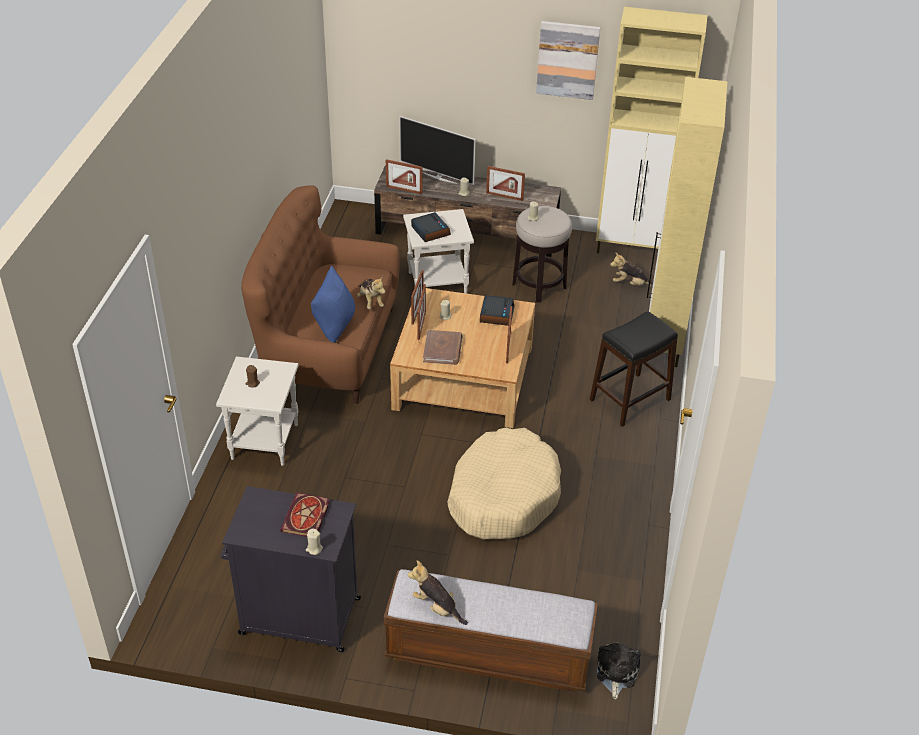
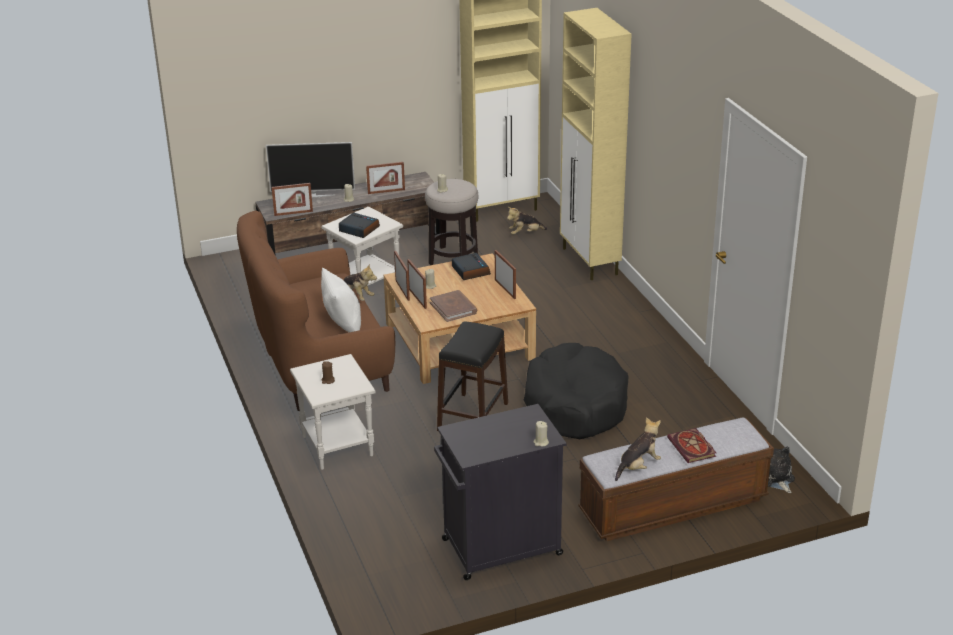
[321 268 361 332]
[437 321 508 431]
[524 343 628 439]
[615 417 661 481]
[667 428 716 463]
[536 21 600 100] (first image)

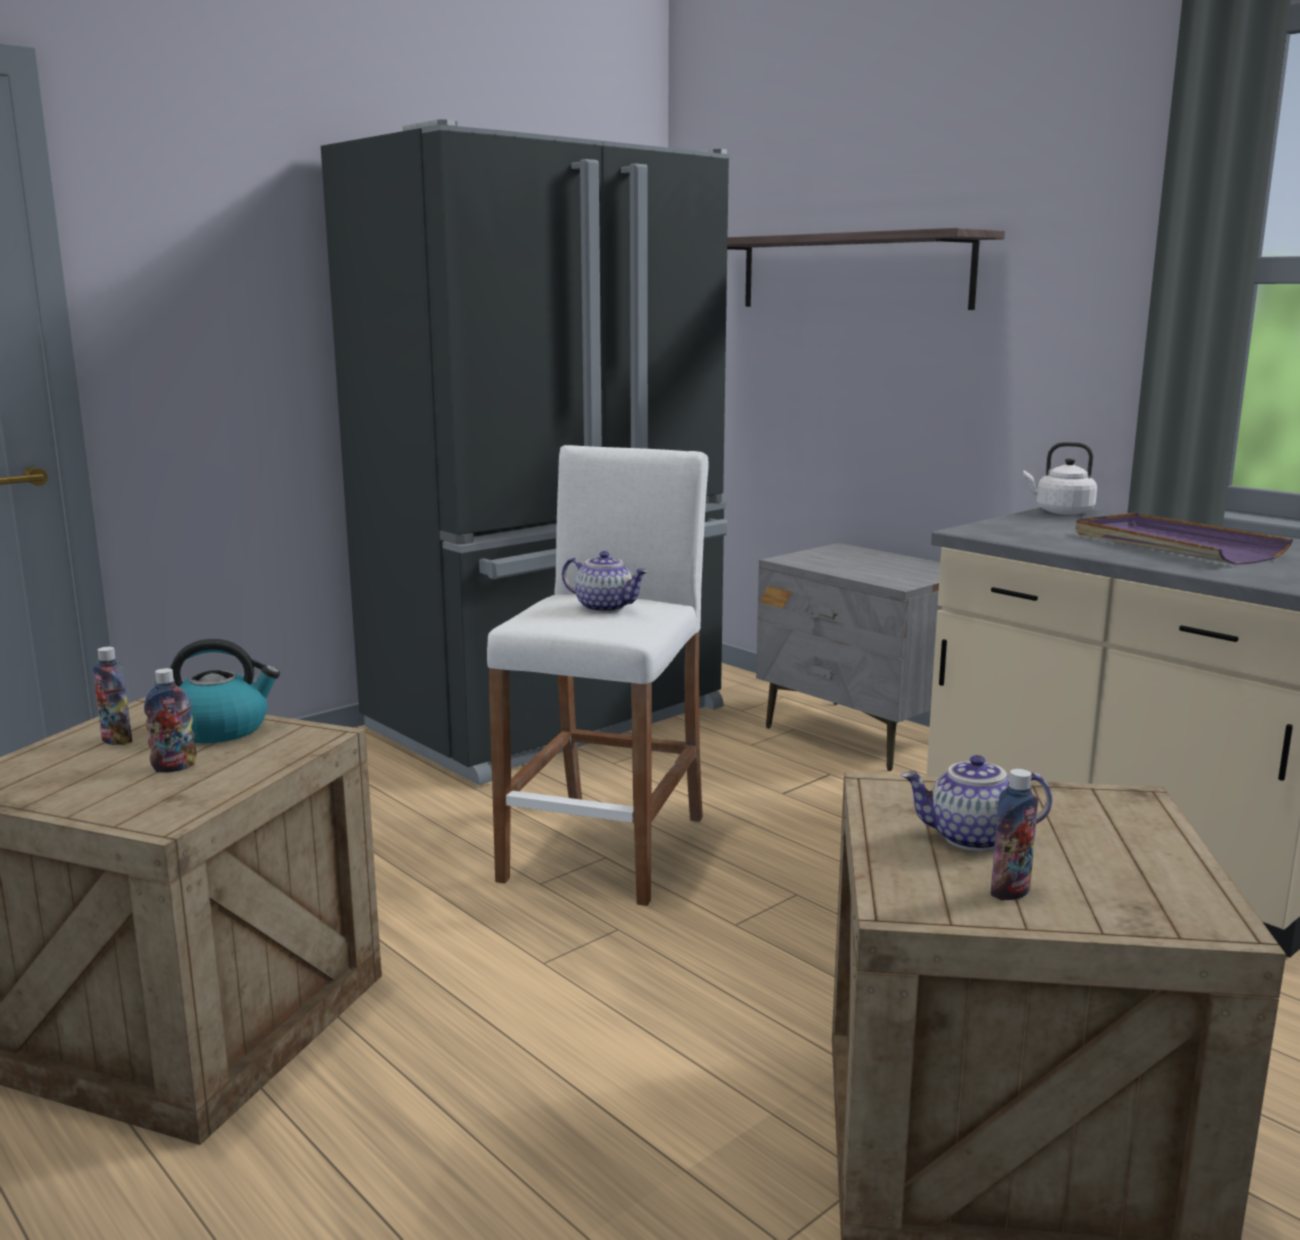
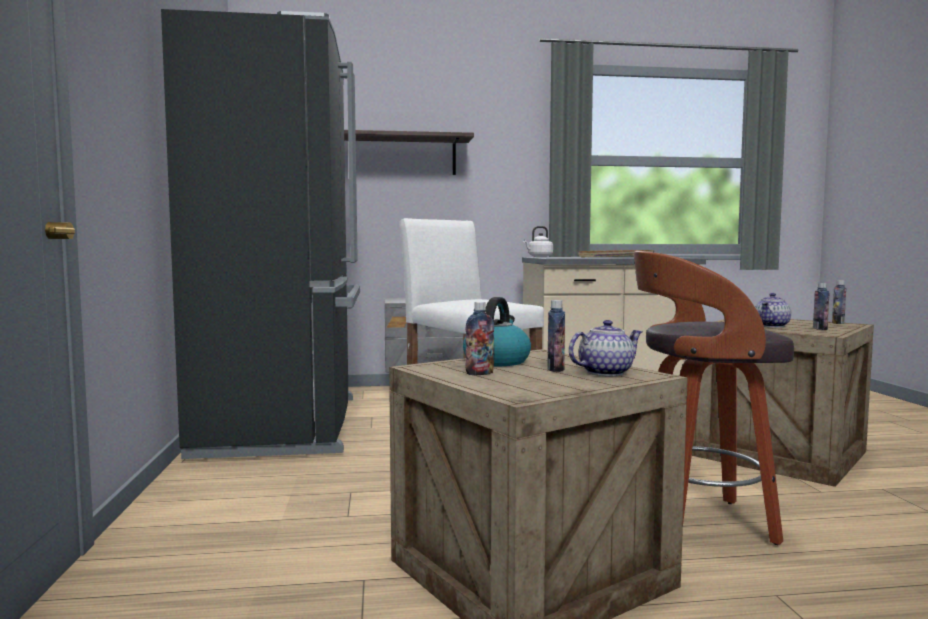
[569 320 642 376]
[634 251 794 545]
[832 280 846 324]

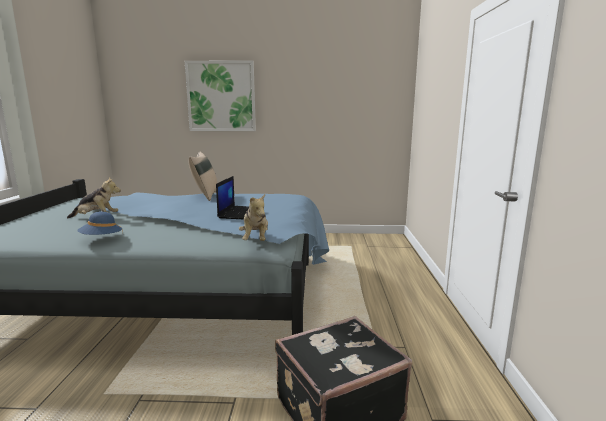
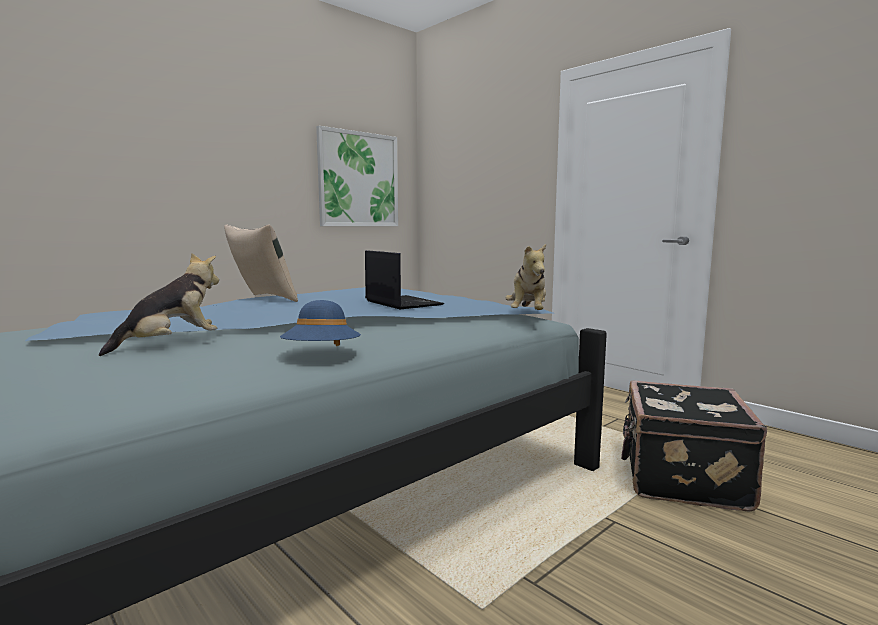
[316 126 398 226]
[505 244 546 310]

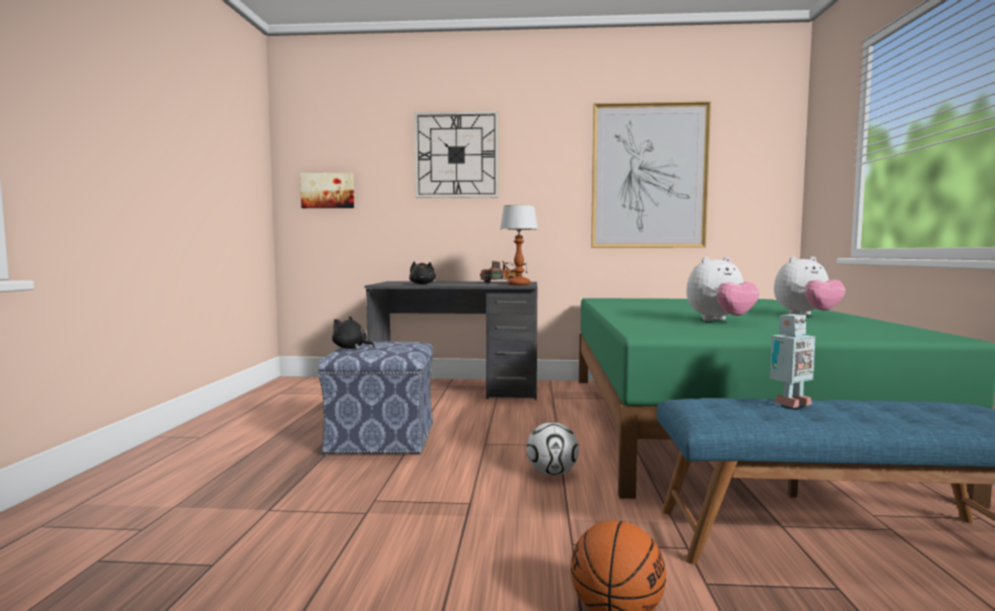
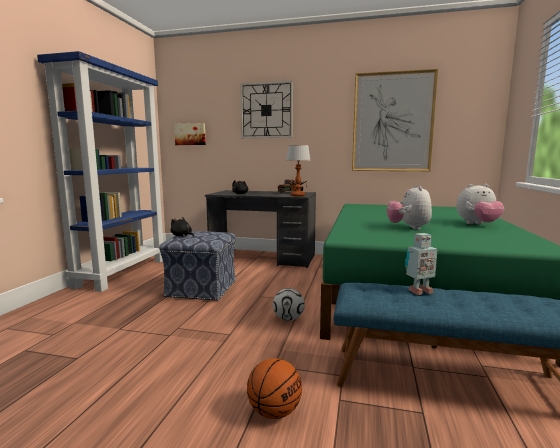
[37 51 163 292]
[387 185 432 230]

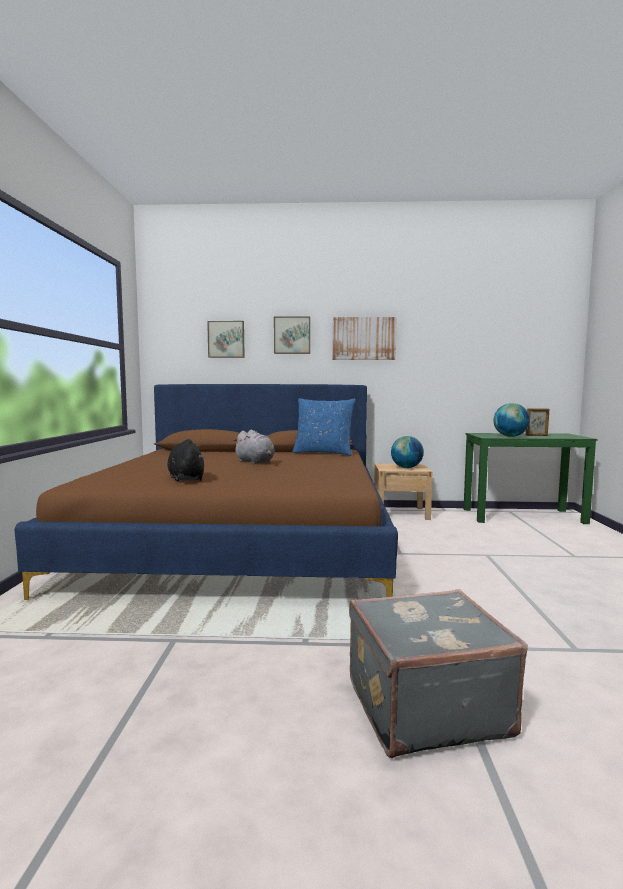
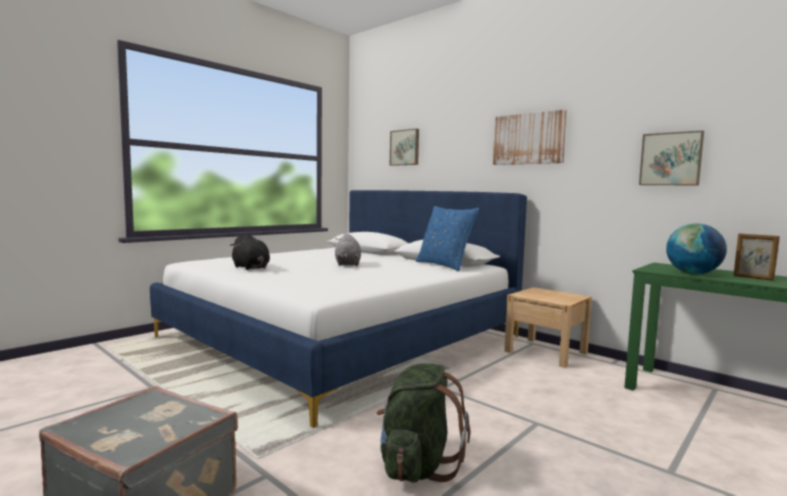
[150 190 527 428]
[230 234 270 270]
[376 363 470 483]
[639 131 704 185]
[391 436 424 468] (first image)

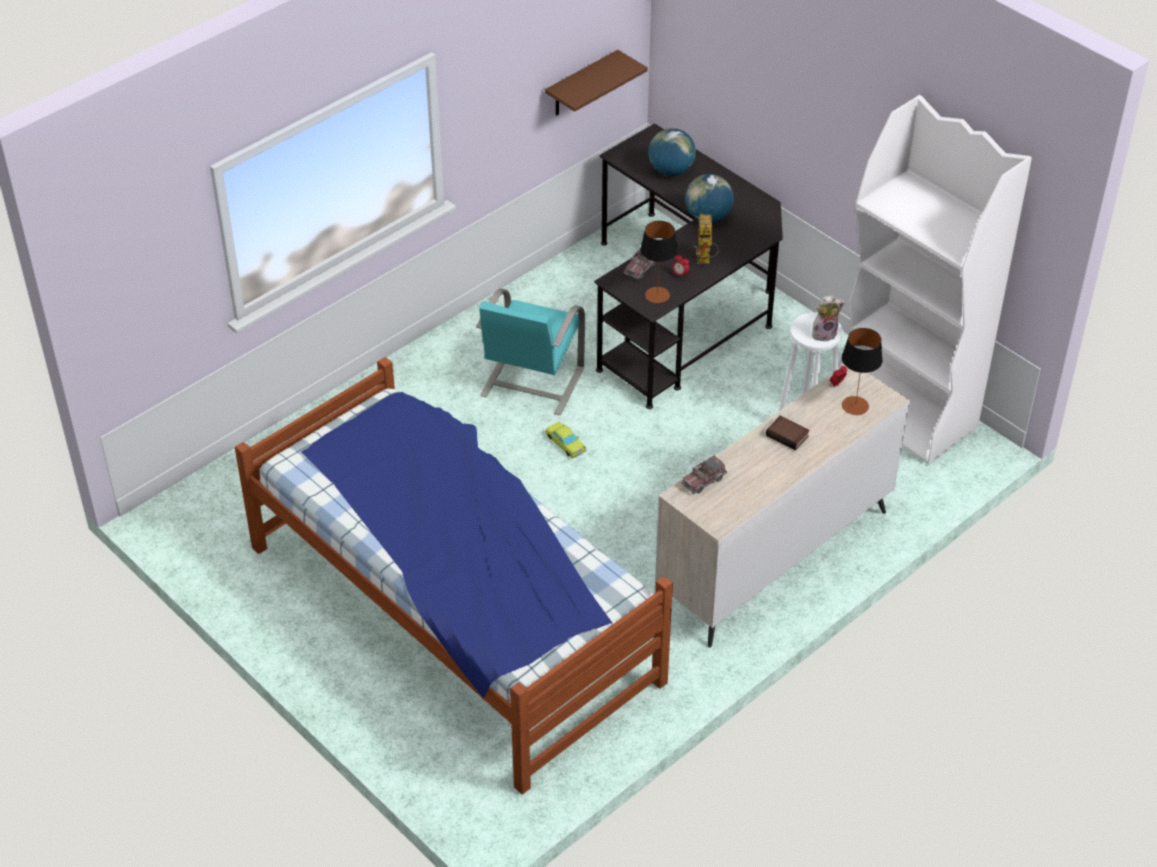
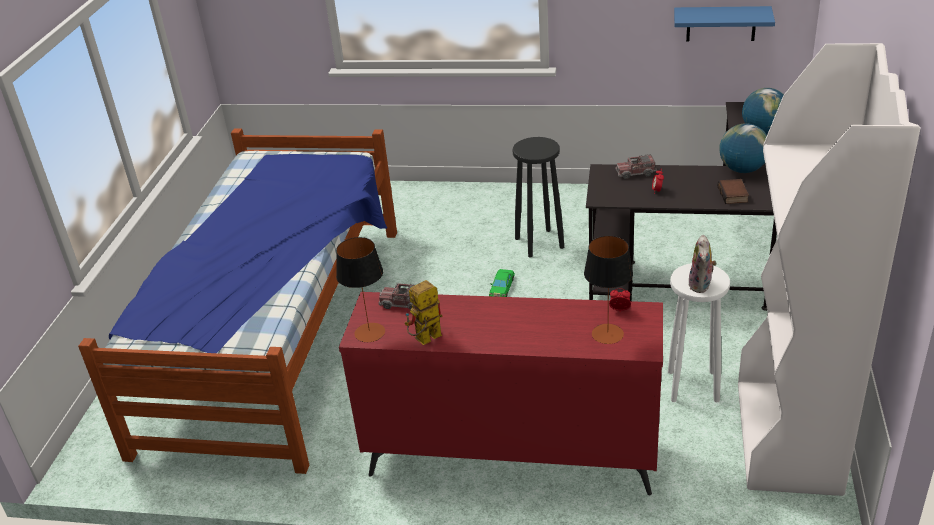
[336 237 385 342]
[339 292 663 495]
[405 280 443 345]
[489 269 515 297]
[513 137 564 257]
[674 6 775 42]
[688 235 717 293]
[717 179 749 204]

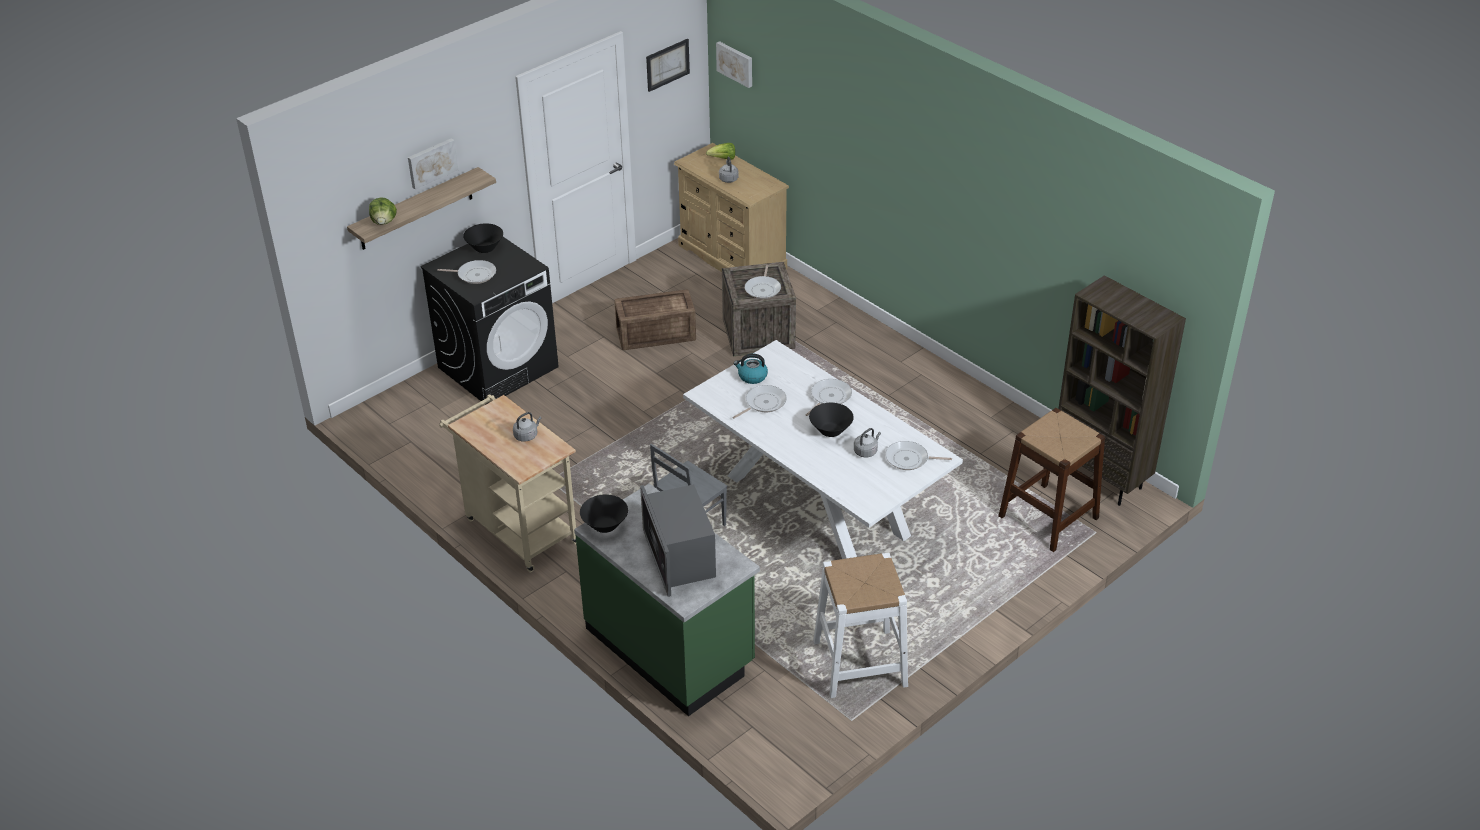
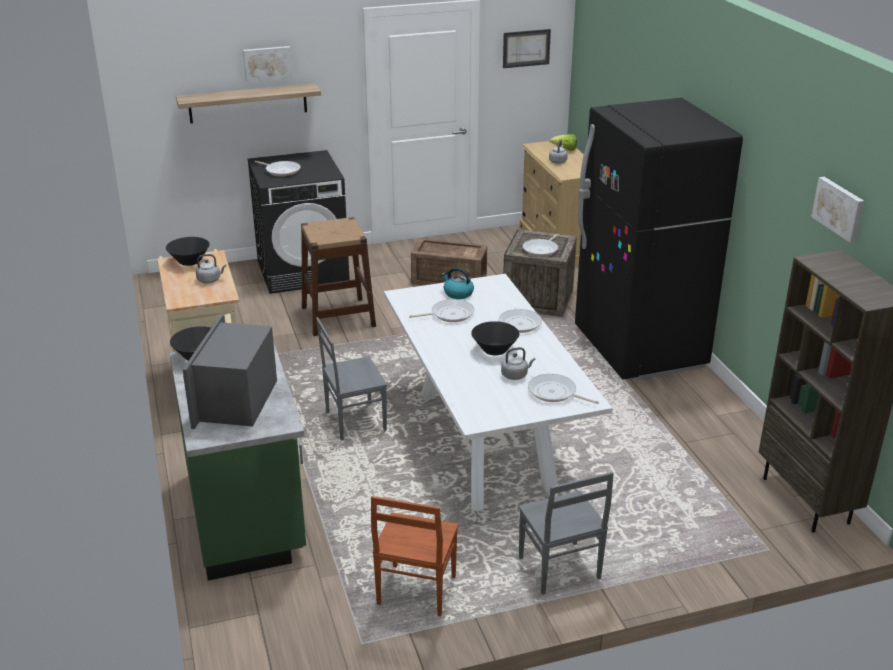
[166 237 210 266]
[301 217 376 336]
[371 496 458 616]
[519 472 614 595]
[575 98 743 379]
[811 177 864 243]
[369 198 397 225] (first image)

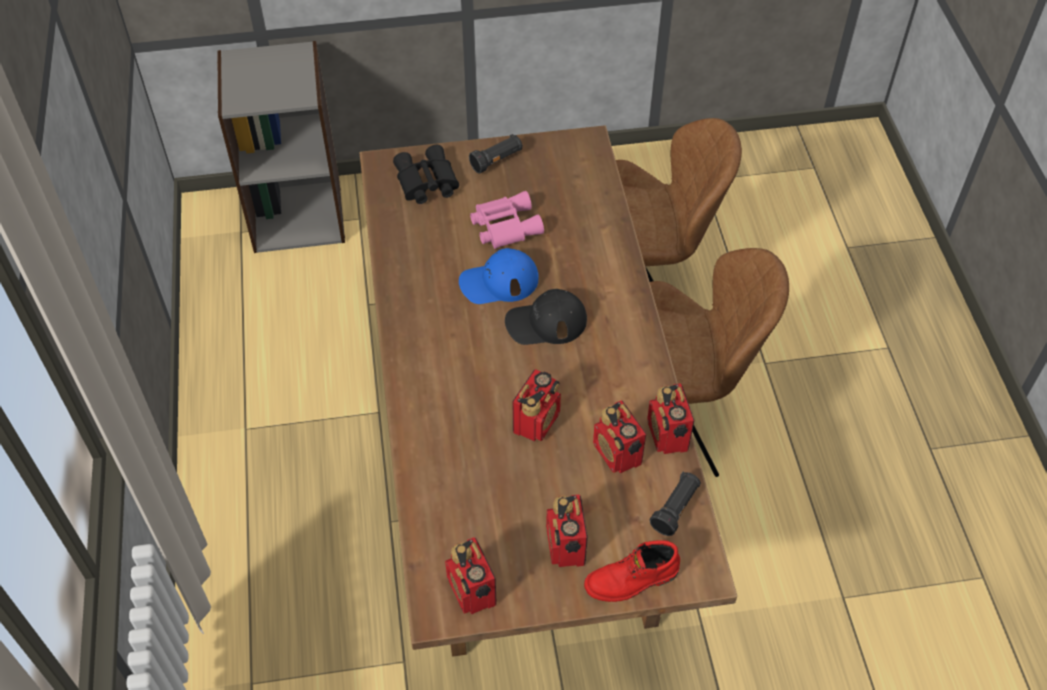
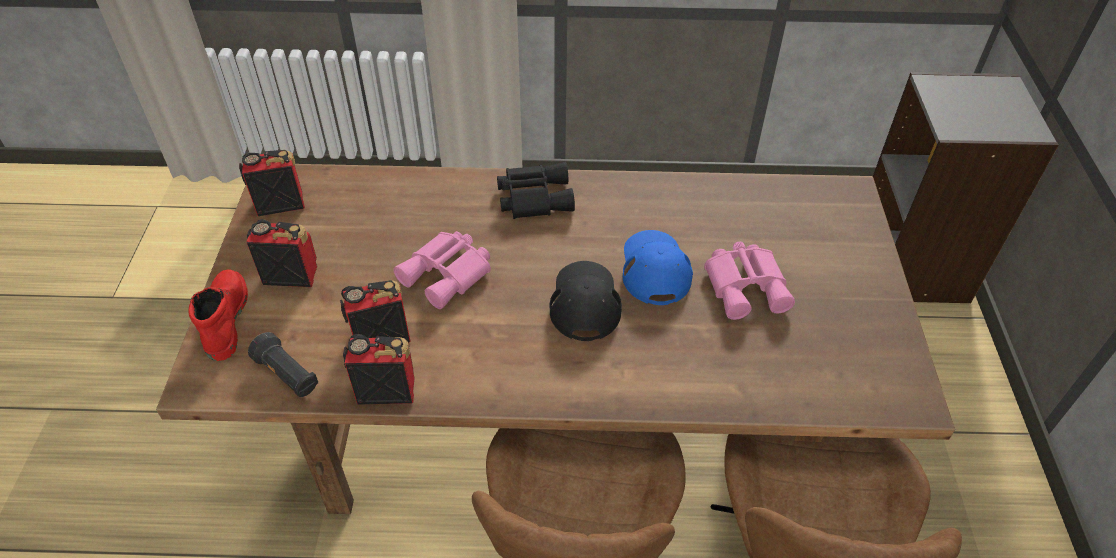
[393 231 491 309]
[497 162 575 219]
[469 134 523 174] (first image)

